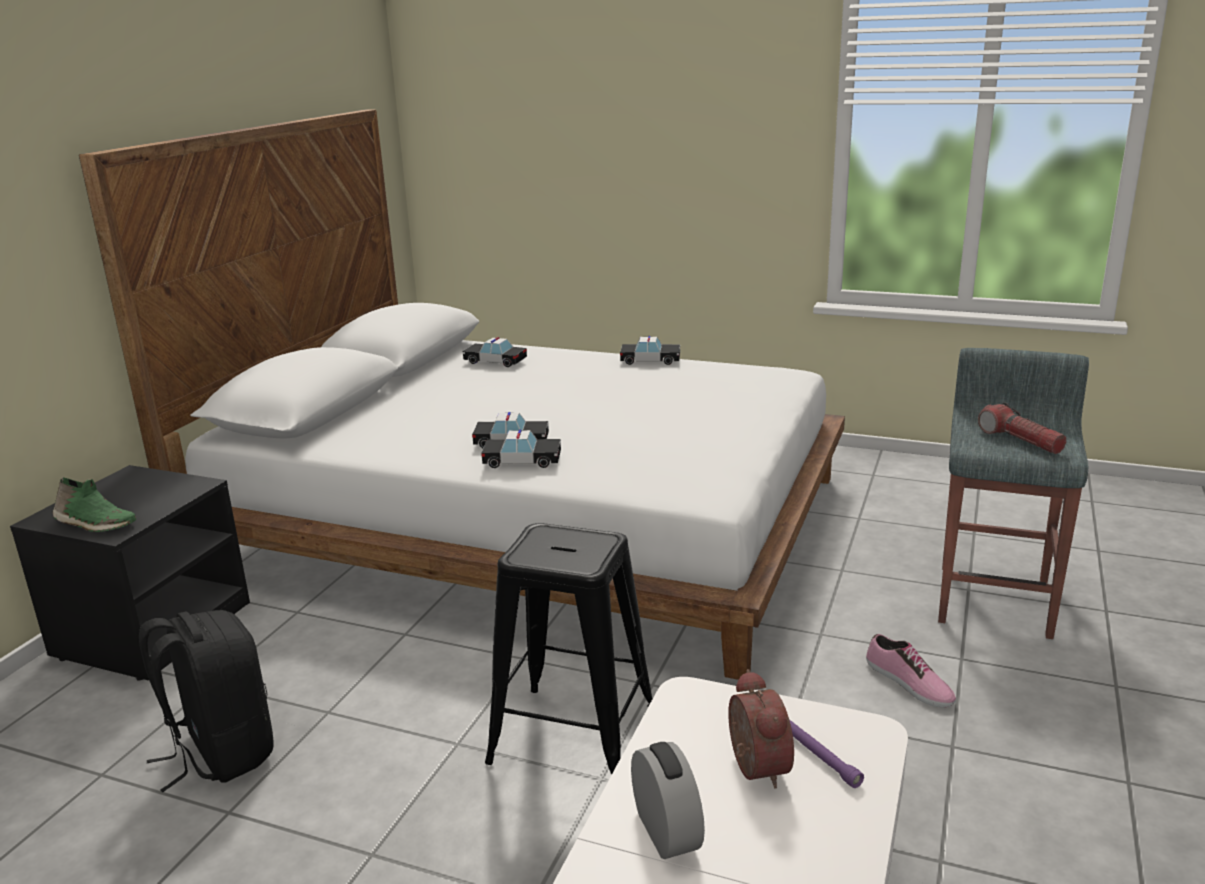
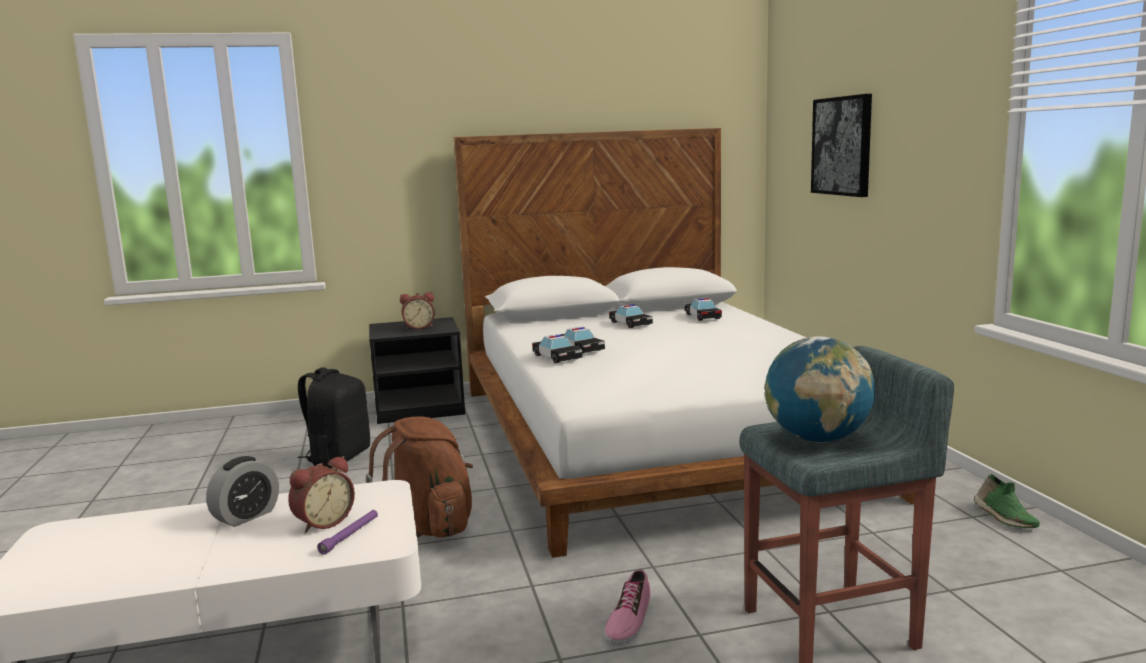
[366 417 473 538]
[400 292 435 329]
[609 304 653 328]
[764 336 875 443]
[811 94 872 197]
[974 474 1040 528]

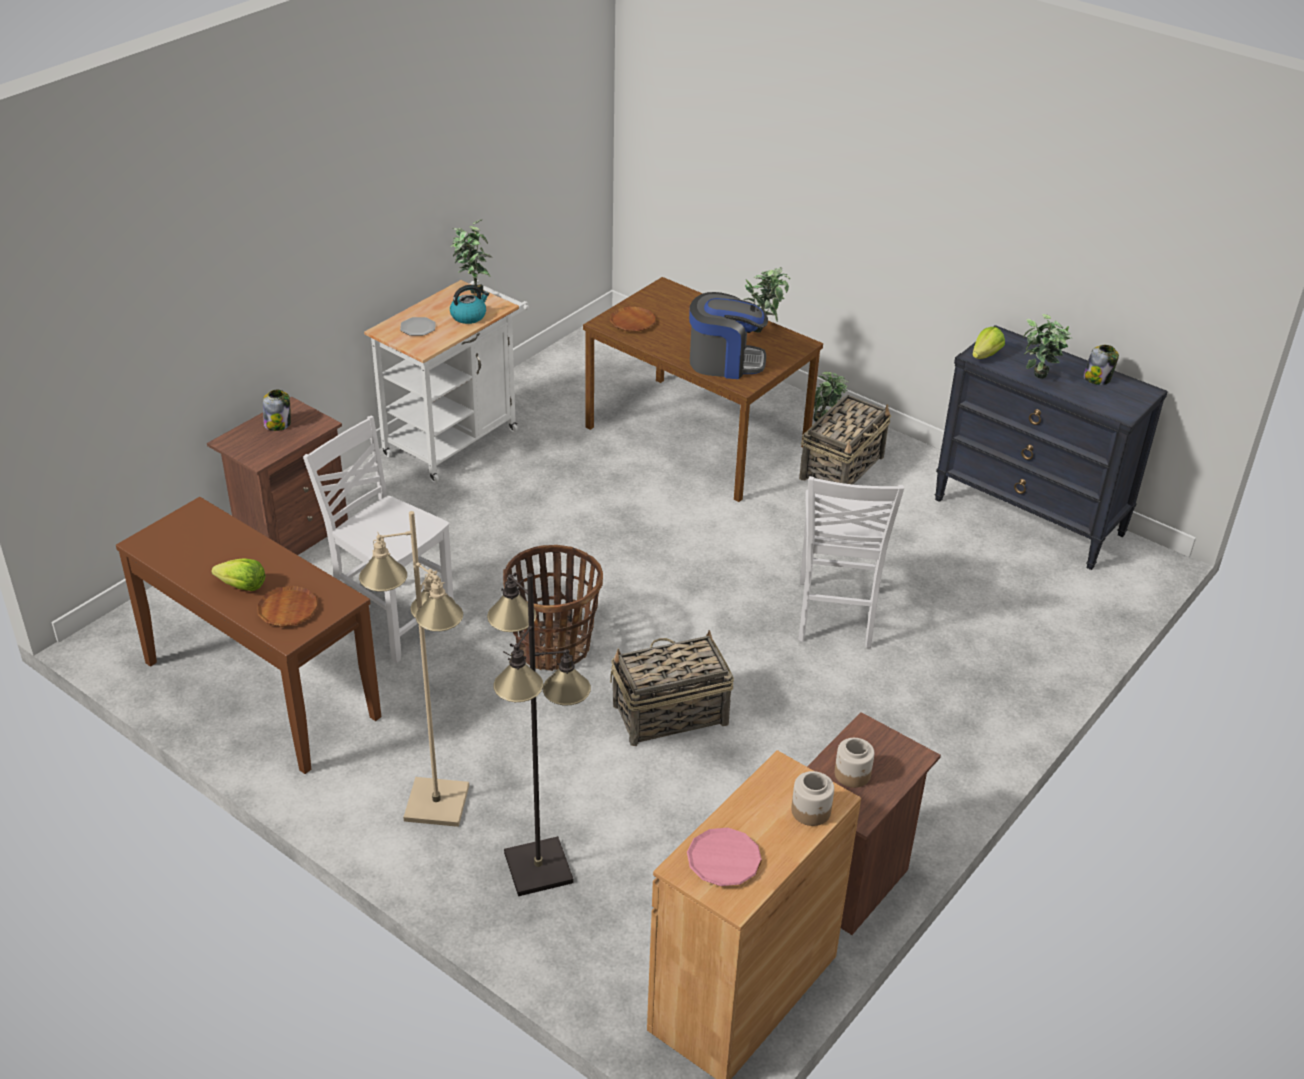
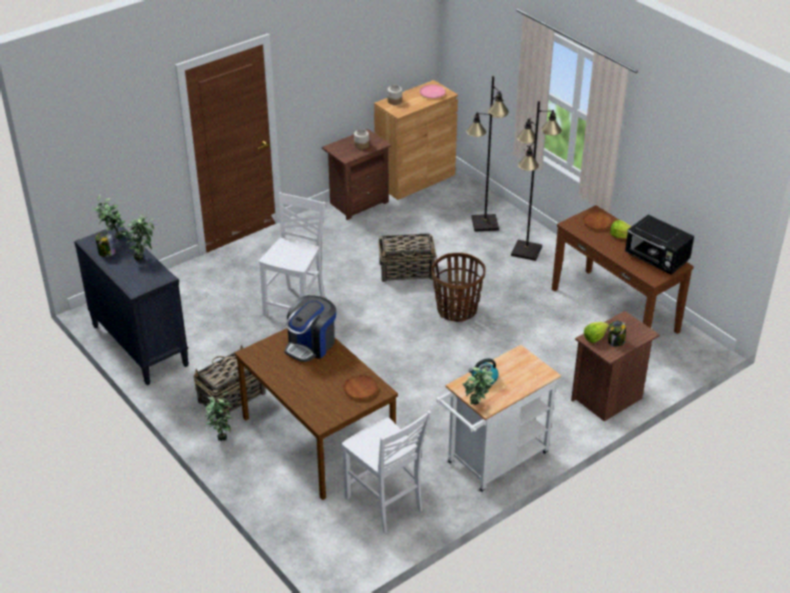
[93 194 125 240]
[285 295 336 362]
[342 410 431 533]
[511 101 562 261]
[584 322 609 343]
[625 215 694 275]
[400 317 436 336] (first image)

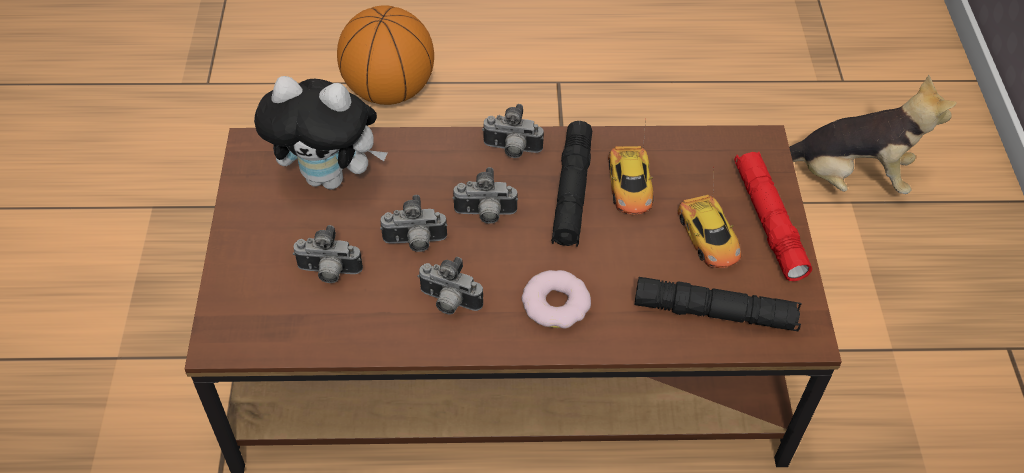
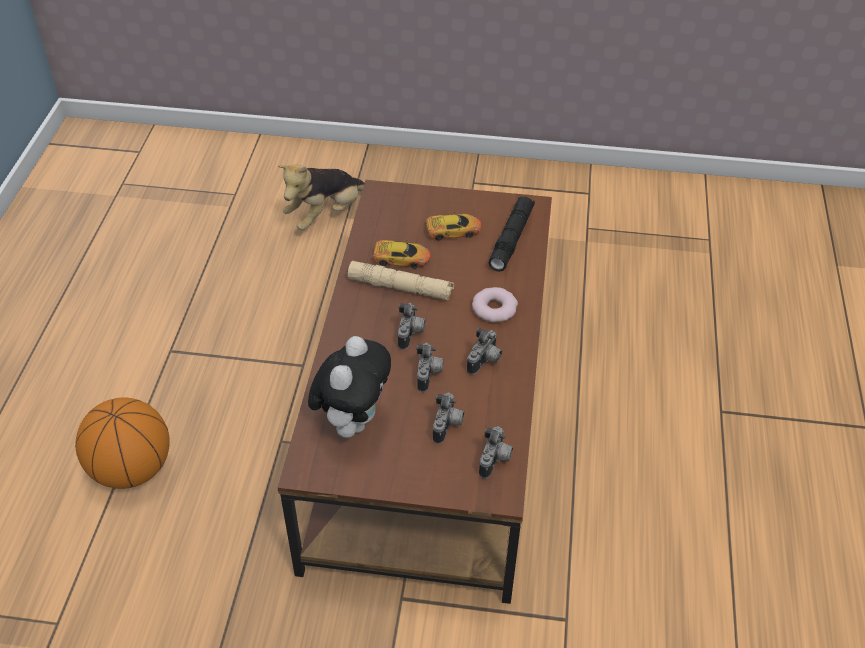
[278 164 365 230]
[348 261 454 300]
[479 426 513 479]
[734 152 812 281] (first image)

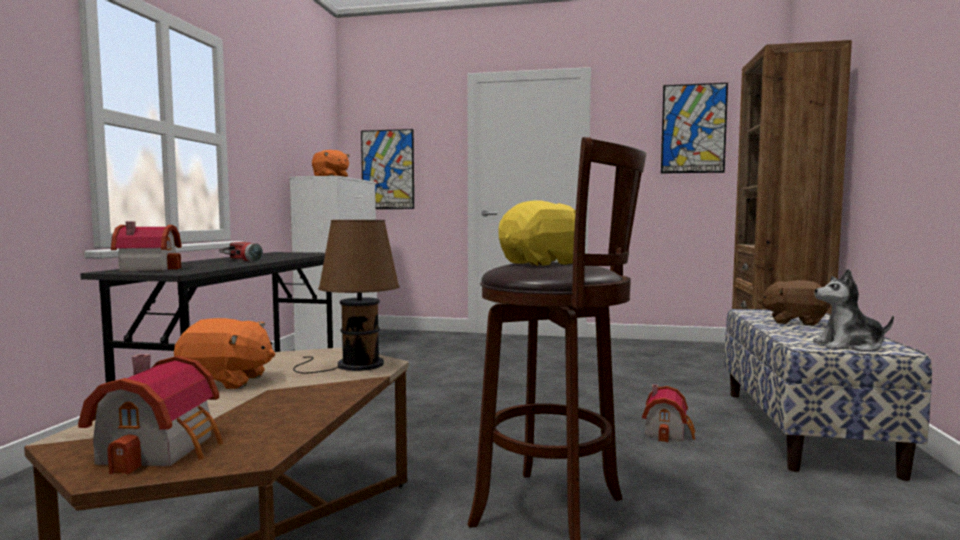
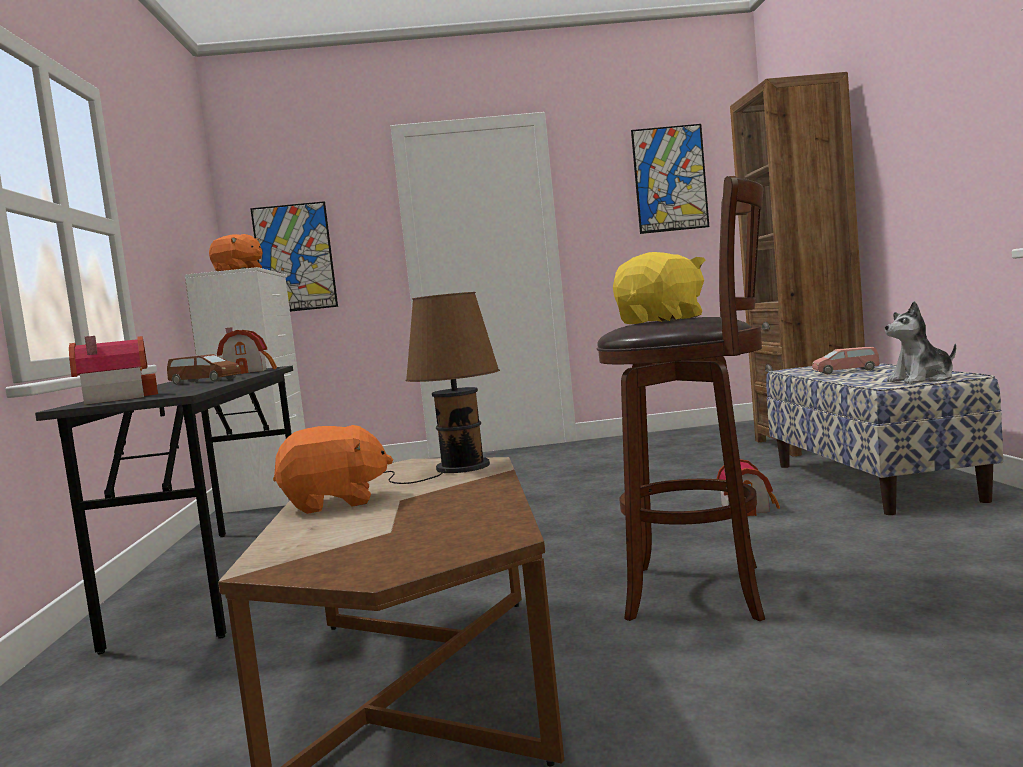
[167 354 241 385]
[217 327 277 374]
[812 347 880 374]

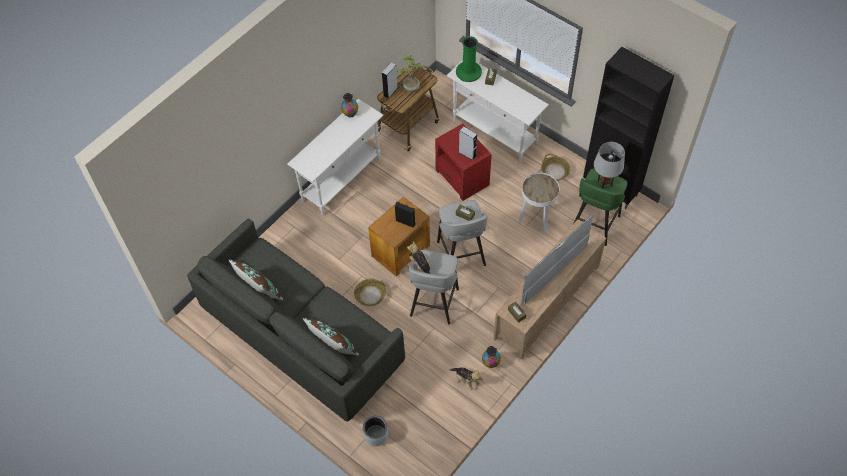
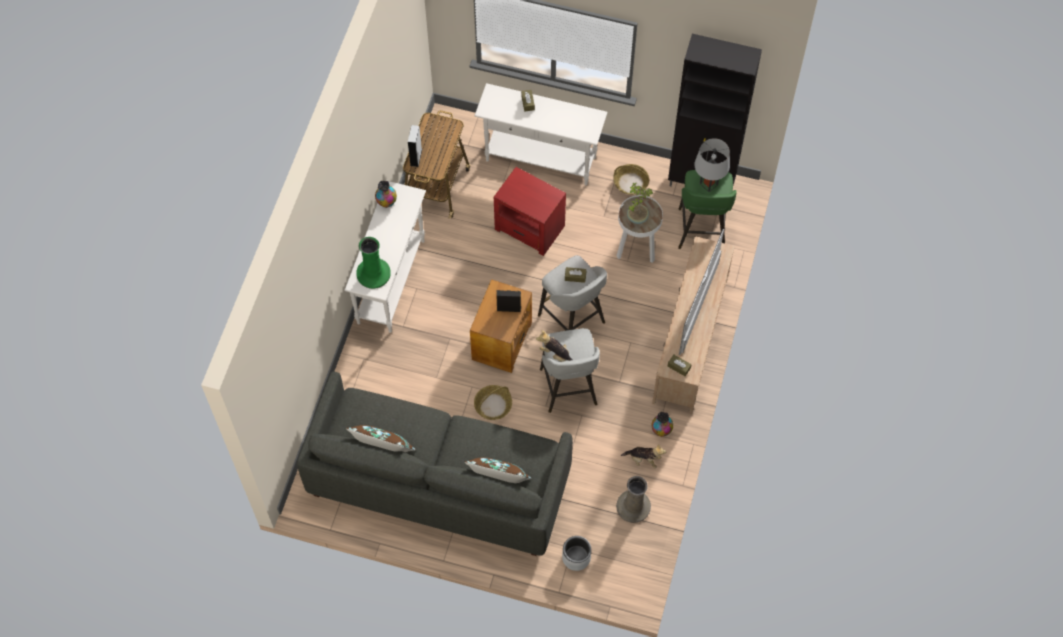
[356 237 391 289]
[616 476 651 523]
[627 182 653 224]
[459 126 477 161] (first image)

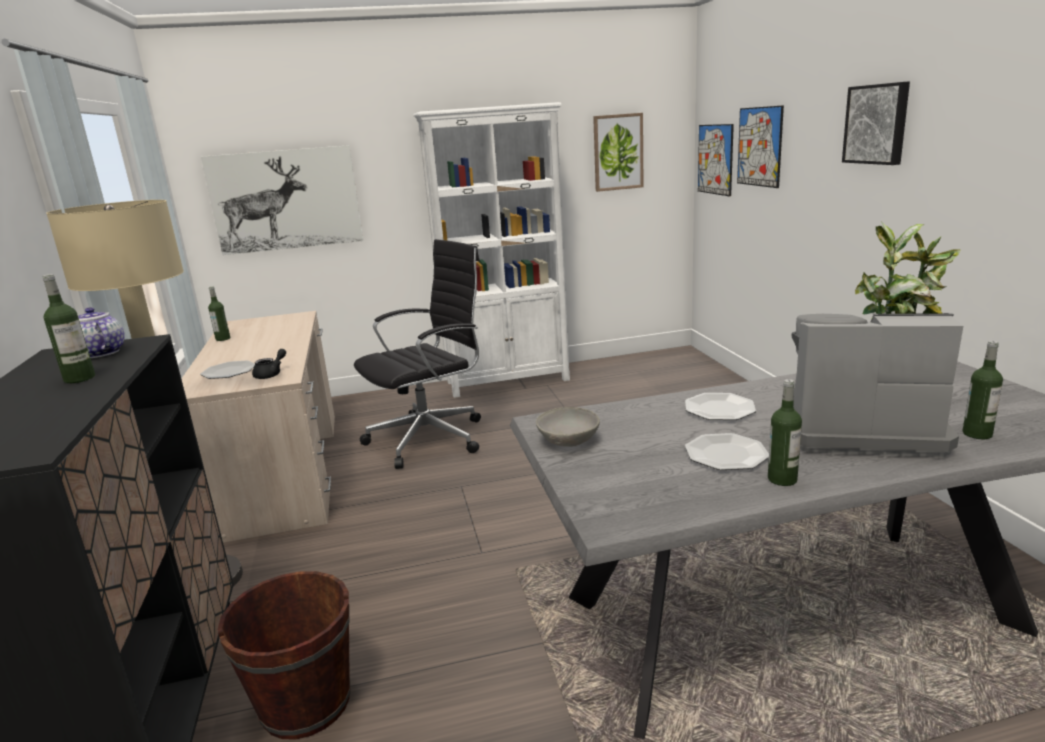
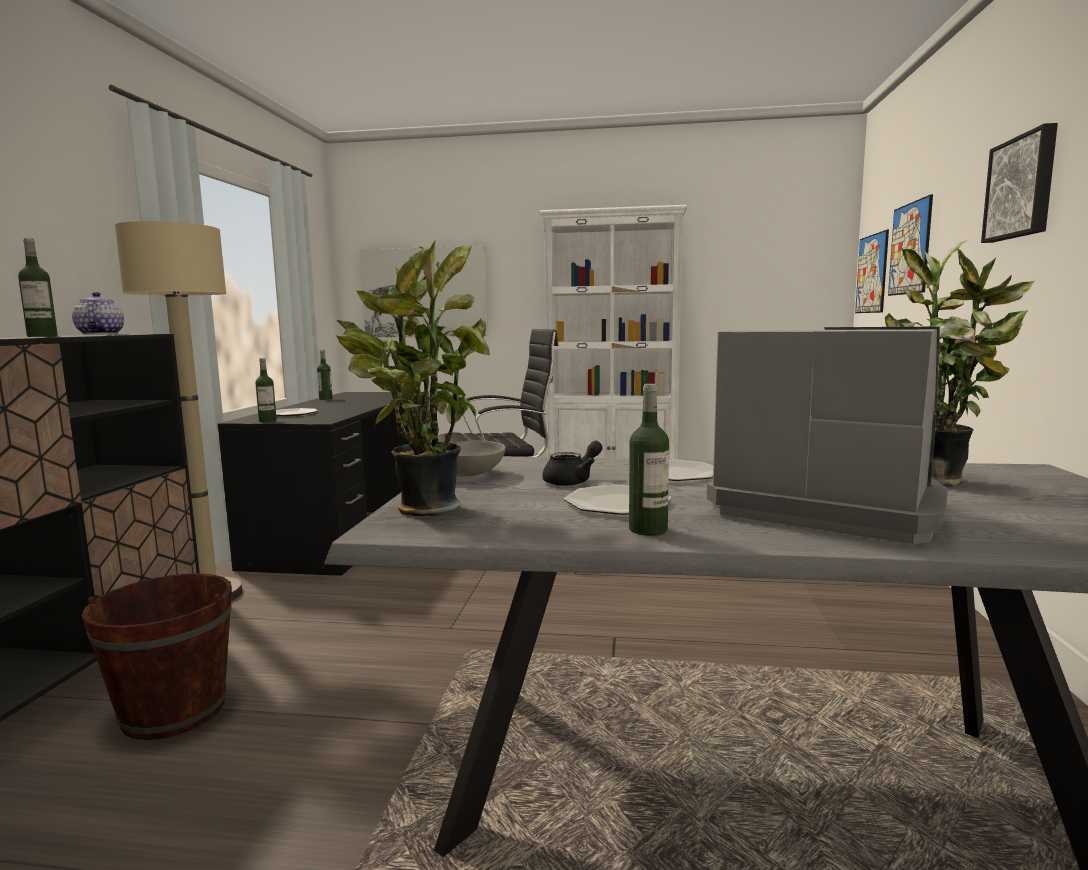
[217 392 426 576]
[256 358 277 422]
[336 241 490 516]
[542 441 603 486]
[593 113 644 192] (first image)

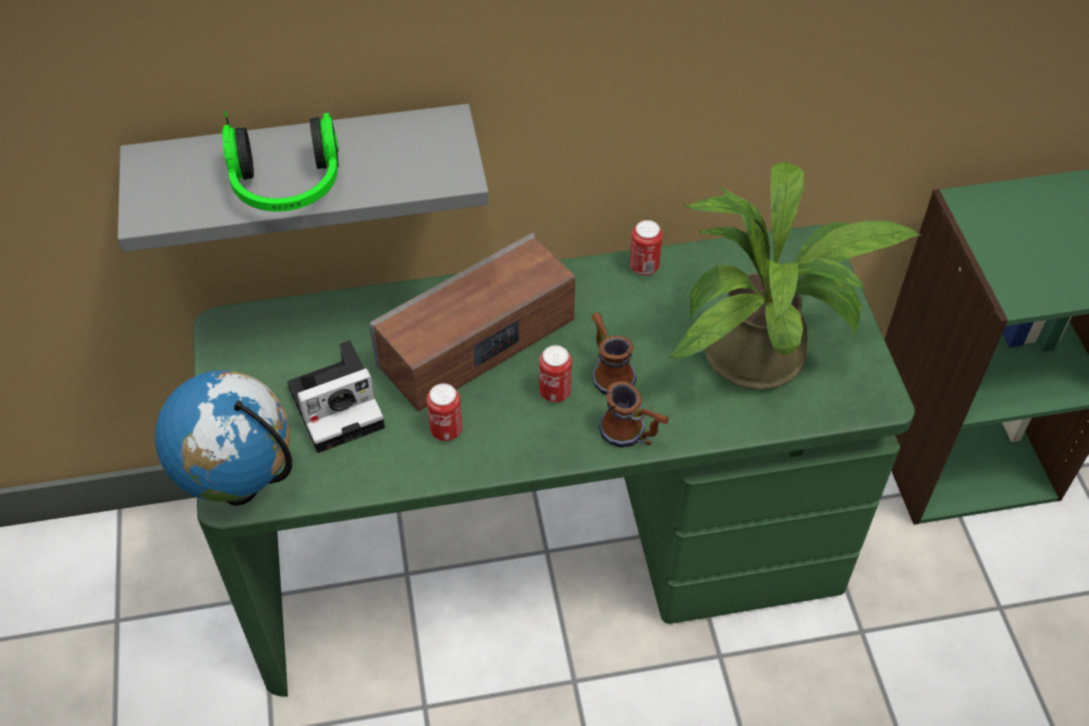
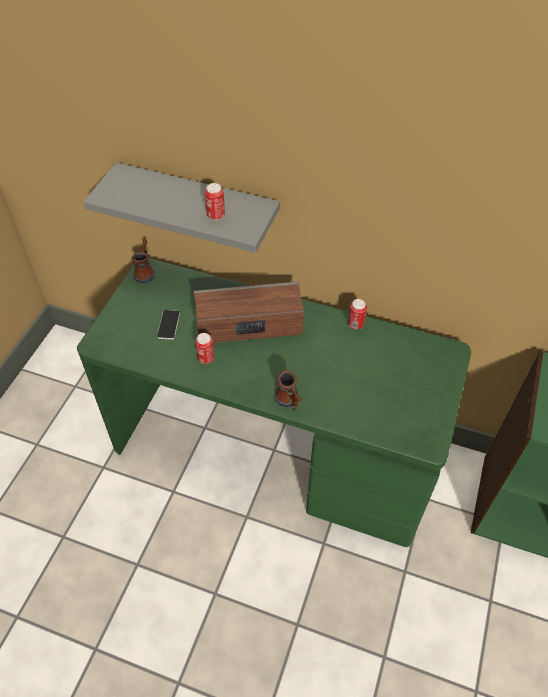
[131 240 155 283]
[157 310 180 340]
[205 183 225 220]
[155 370 292 505] (first image)
[222 111 339 212] (first image)
[668 162 922 390] (first image)

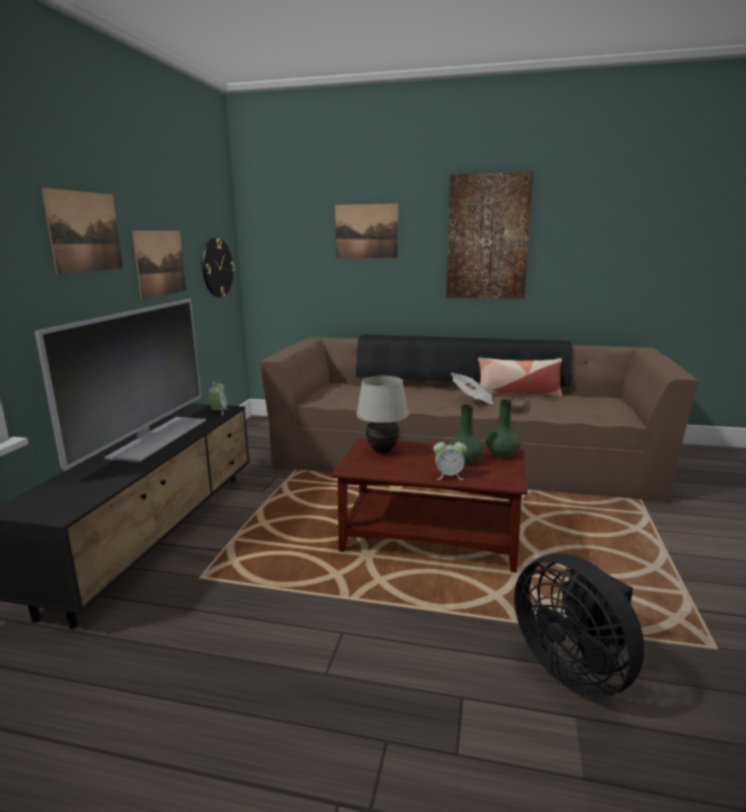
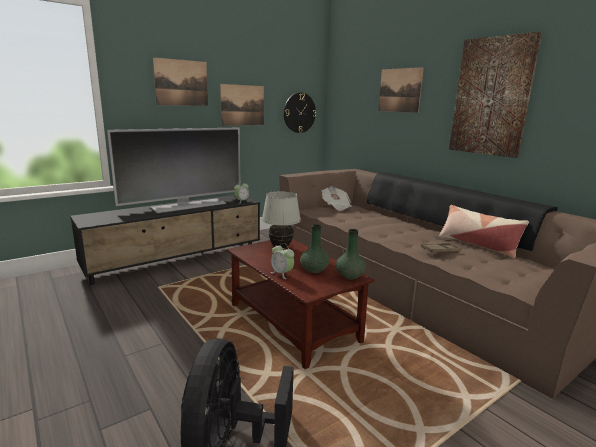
[322 186 351 211]

